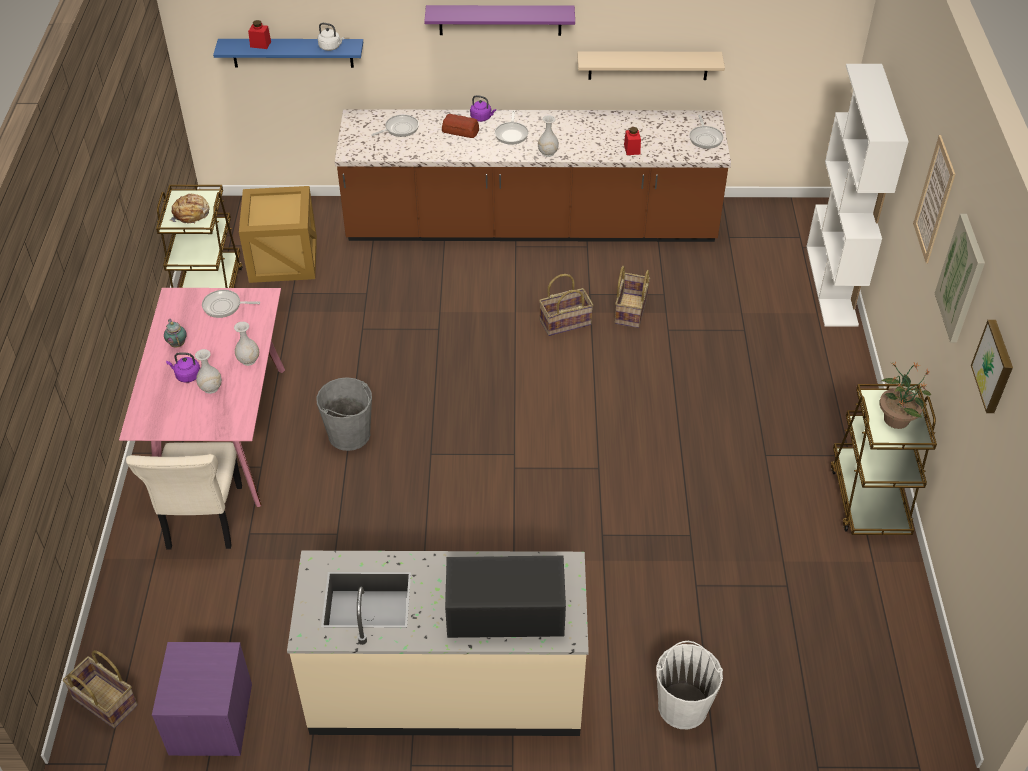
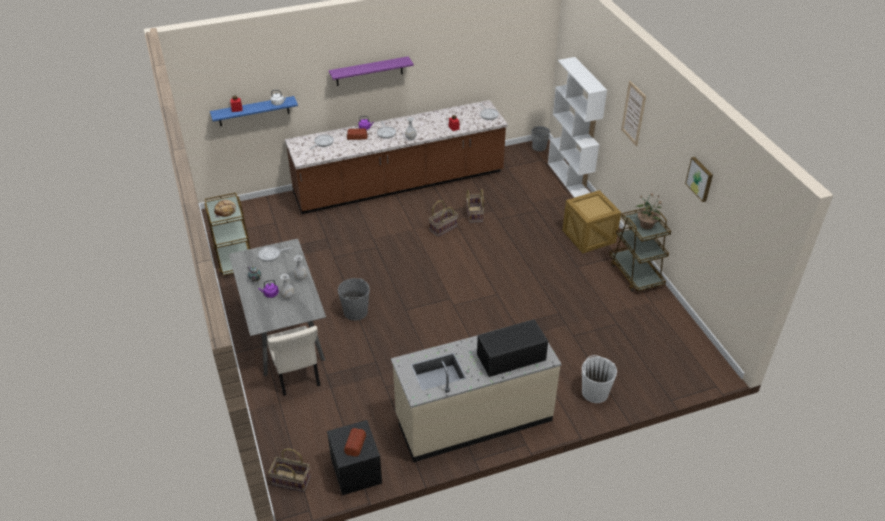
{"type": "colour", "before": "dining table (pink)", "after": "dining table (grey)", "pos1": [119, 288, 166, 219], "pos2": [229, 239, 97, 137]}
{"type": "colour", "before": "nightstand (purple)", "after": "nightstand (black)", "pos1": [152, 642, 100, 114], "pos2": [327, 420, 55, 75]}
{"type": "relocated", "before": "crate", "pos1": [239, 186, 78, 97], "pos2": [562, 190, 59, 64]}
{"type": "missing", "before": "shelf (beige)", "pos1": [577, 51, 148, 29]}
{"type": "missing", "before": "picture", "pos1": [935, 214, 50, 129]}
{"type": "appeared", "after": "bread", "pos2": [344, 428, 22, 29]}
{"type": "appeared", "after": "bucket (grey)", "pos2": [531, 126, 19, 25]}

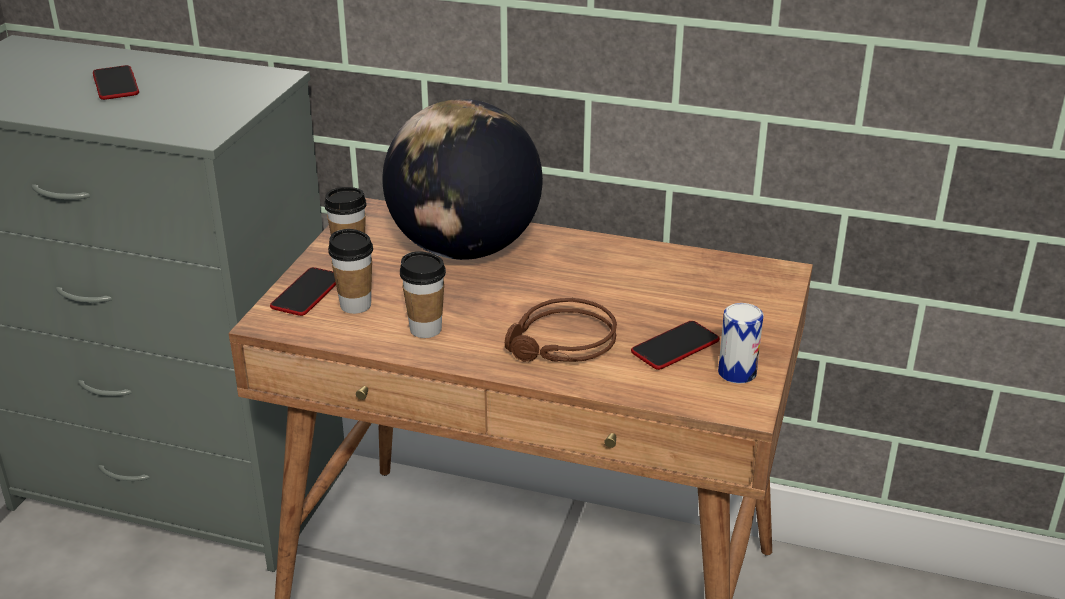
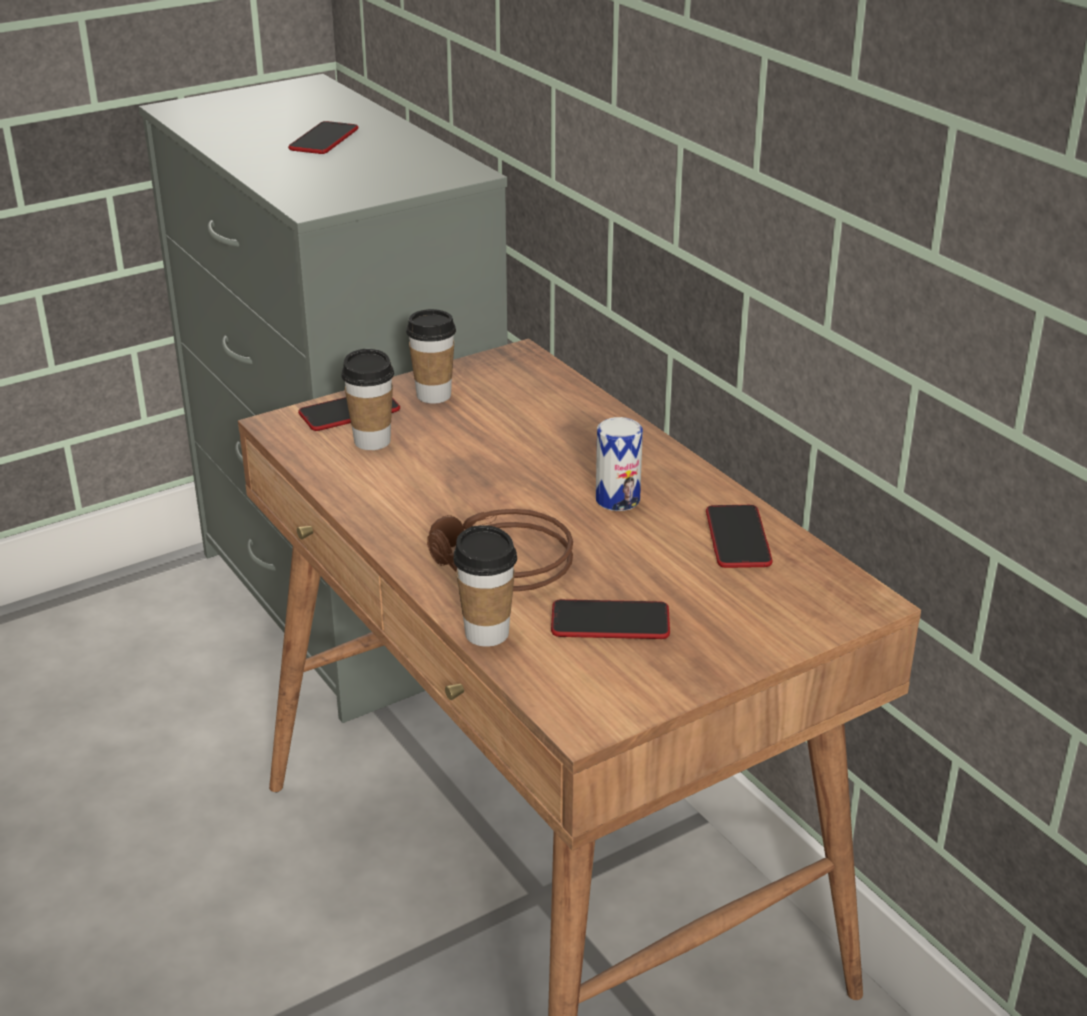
{"type": "missing", "before": "globe", "pos1": [382, 99, 161, 161]}
{"type": "relocated", "before": "cup", "pos1": [400, 251, 46, 87], "pos2": [453, 525, 64, 122]}
{"type": "relocated", "before": "can", "pos1": [718, 303, 46, 81], "pos2": [596, 417, 47, 94]}
{"type": "appeared", "after": "phone", "pos2": [706, 505, 67, 63]}

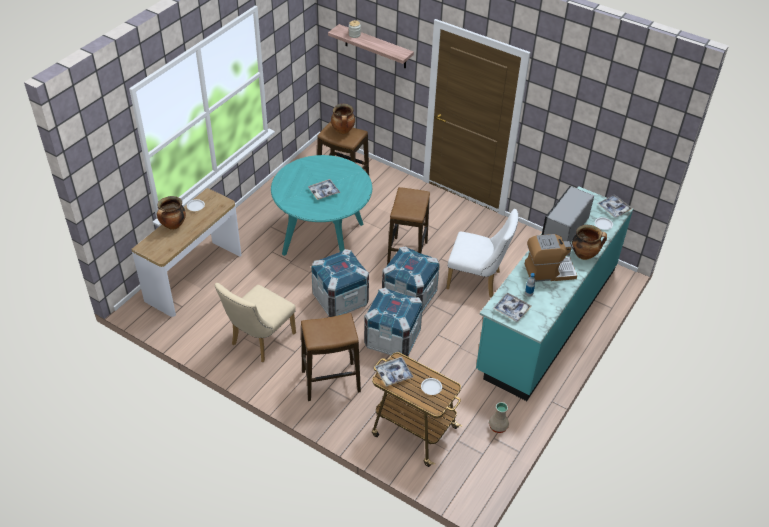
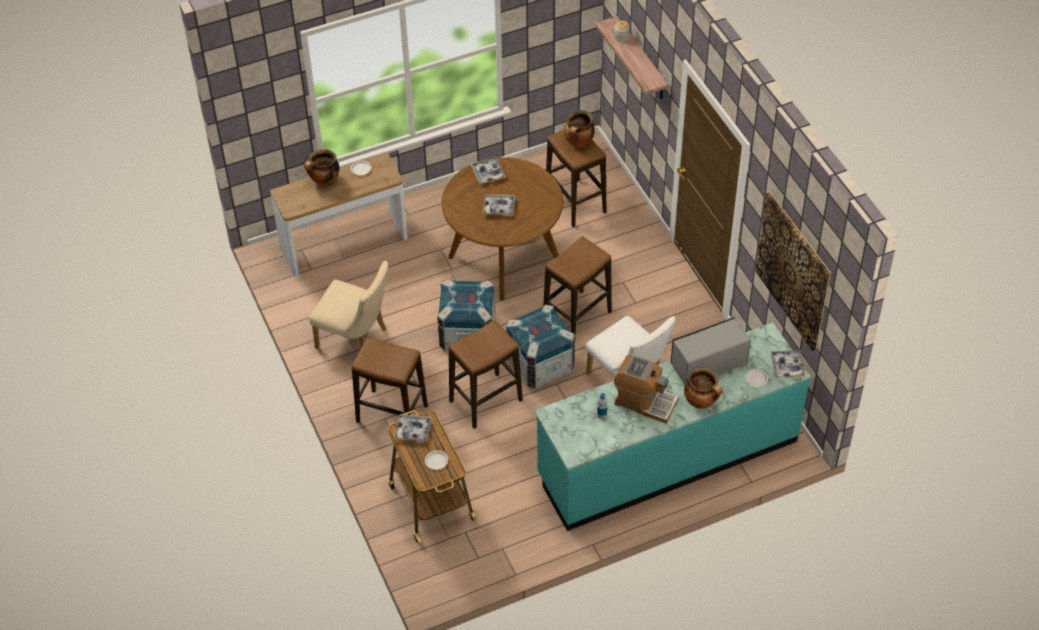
{"type": "spun", "before": "chair (beige)", "pos1": [214, 283, 82, 79], "pos2": [309, 261, 80, 88], "turn": -135}
{"type": "colour", "before": "dining table (turquoise)", "after": "dining table (brown)", "pos1": [271, 155, 101, 101], "pos2": [441, 157, 122, 144]}
{"type": "exchanged", "before": "crate", "after": "stool", "pos1": [364, 287, 59, 70], "pos2": [449, 320, 74, 109]}
{"type": "missing", "before": "vase (beige)", "pos1": [489, 402, 20, 31]}
{"type": "relocated", "before": "tray", "pos1": [493, 293, 39, 29], "pos2": [471, 157, 35, 27]}
{"type": "appeared", "after": "picture", "pos2": [755, 192, 76, 159]}

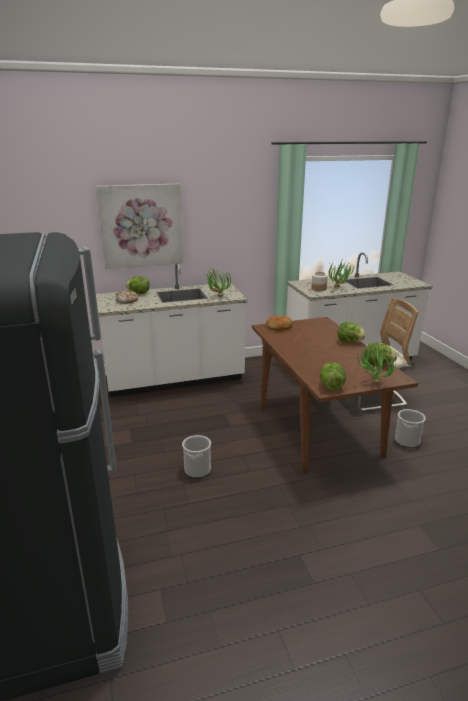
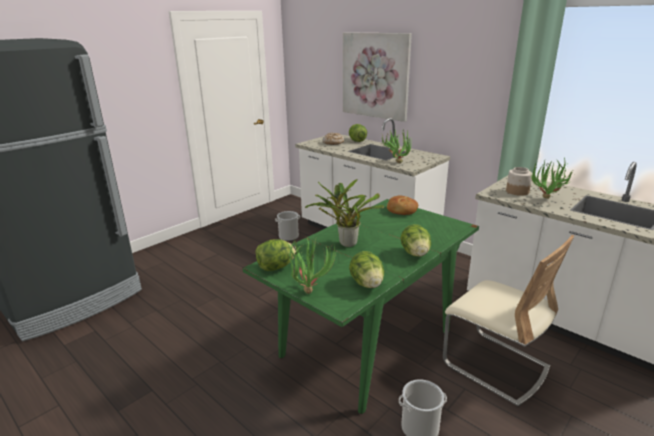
{"type": "relocated", "before": "bucket", "pos1": [182, 435, 29, 43], "pos2": [275, 211, 25, 30]}
{"type": "colour", "before": "dining table (brown)", "after": "dining table (green)", "pos1": [252, 317, 166, 156], "pos2": [243, 199, 236, 215]}
{"type": "appeared", "after": "potted plant", "pos2": [305, 179, 79, 68]}

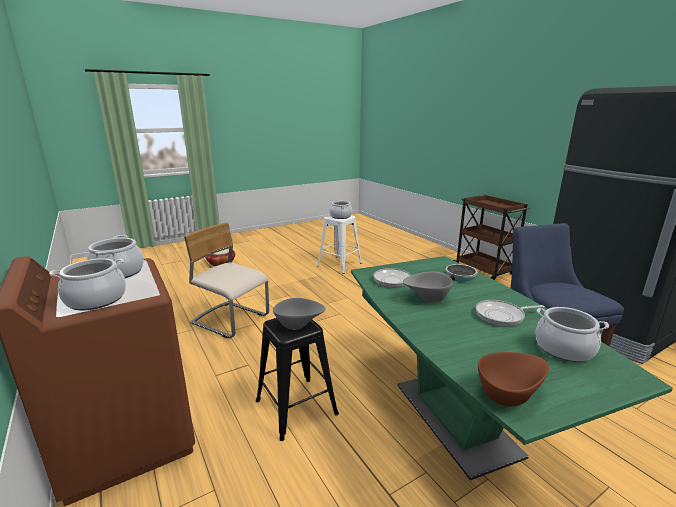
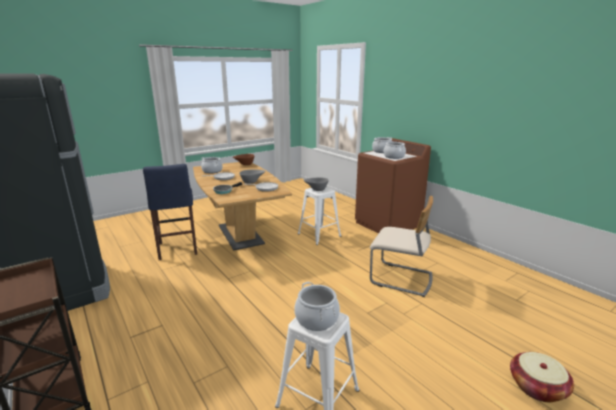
{"type": "colour", "before": "stool (black)", "after": "stool (white)", "pos1": [256, 318, 83, 123], "pos2": [298, 187, 44, 58]}
{"type": "colour", "before": "dining table (green)", "after": "dining table (brown)", "pos1": [351, 256, 322, 224], "pos2": [193, 162, 99, 88]}

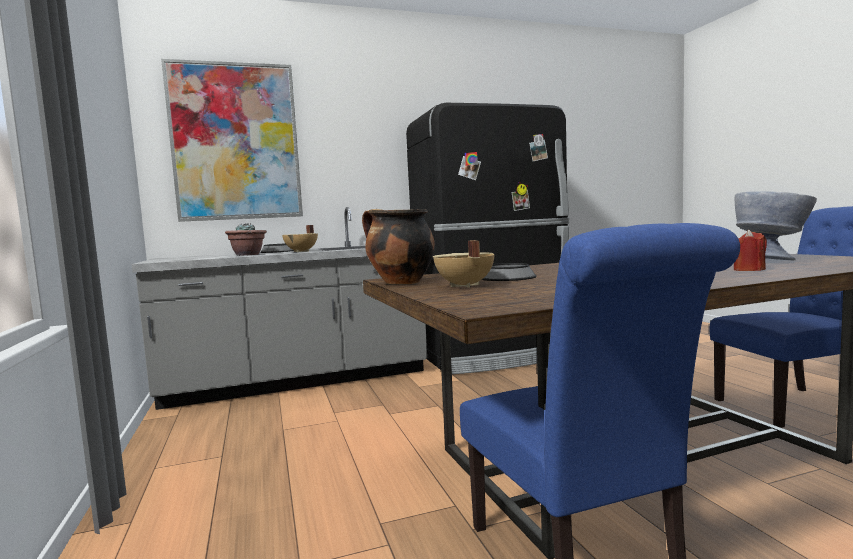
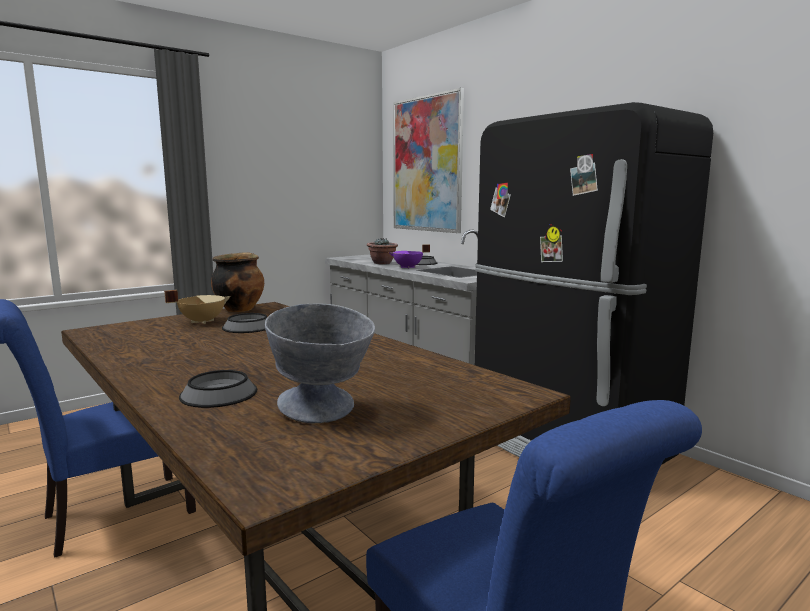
{"type": "colour", "before": "cooking pot (beige)", "after": "cooking pot (purple)", "pos1": [282, 225, 36, 27], "pos2": [389, 244, 41, 25]}
{"type": "exchanged", "before": "candle (red)", "after": "bowl", "pos1": [734, 230, 33, 41], "pos2": [179, 370, 78, 38]}

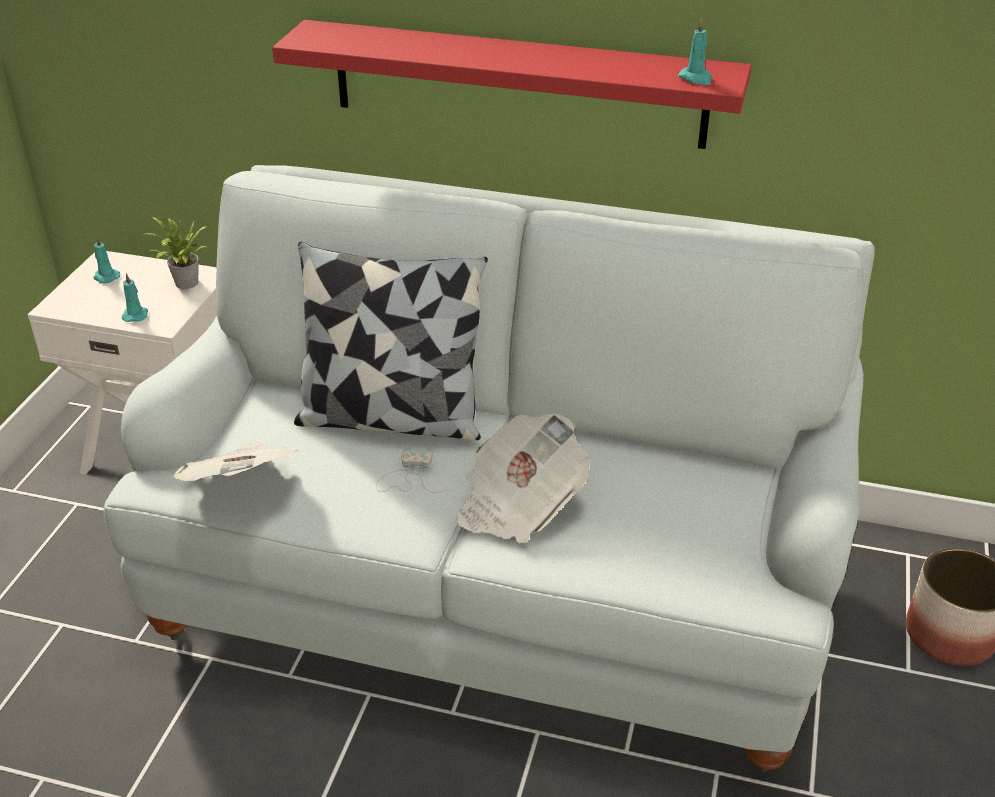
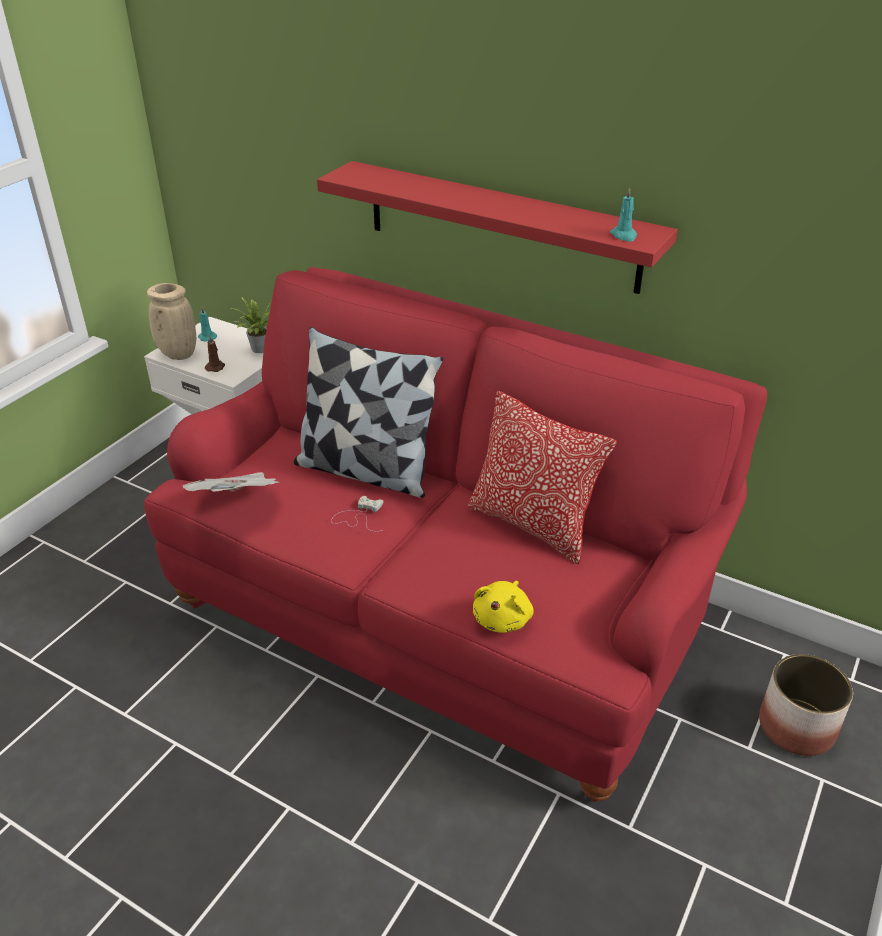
{"type": "colour", "before": "sofa (white)", "after": "sofa (red)", "pos1": [103, 165, 772, 607], "pos2": [144, 267, 623, 535]}
{"type": "colour", "before": "candle (turquoise)", "after": "candle (brown)", "pos1": [121, 273, 27, 49], "pos2": [205, 336, 20, 36]}
{"type": "missing", "before": "newspaper", "pos1": [456, 414, 133, 129]}
{"type": "appeared", "after": "vase (beige)", "pos2": [147, 283, 49, 77]}
{"type": "appeared", "after": "pillow", "pos2": [467, 391, 150, 173]}
{"type": "appeared", "after": "plush toy (yellow)", "pos2": [473, 581, 61, 52]}

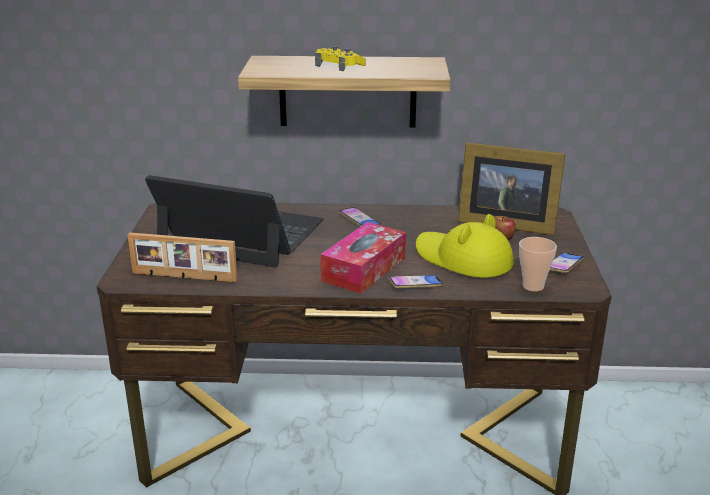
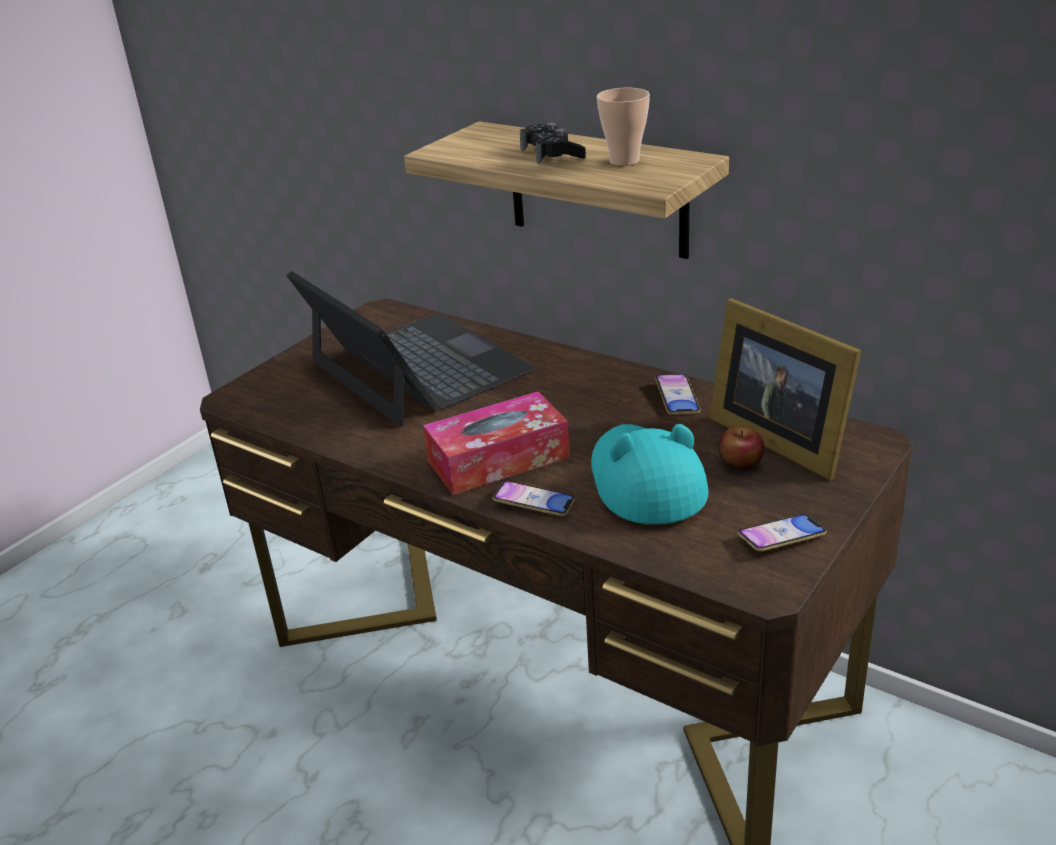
{"type": "missing", "before": "picture frame", "pos1": [128, 232, 110, 50]}
{"type": "colour", "before": "game controller (yellow)", "after": "game controller (black)", "pos1": [315, 46, 51, 25], "pos2": [520, 122, 66, 42]}
{"type": "relocated", "before": "phone", "pos1": [339, 207, 42, 20], "pos2": [655, 373, 45, 42]}
{"type": "colour", "before": "hat (yellow)", "after": "hat (turquoise)", "pos1": [416, 214, 98, 64], "pos2": [591, 424, 118, 100]}
{"type": "relocated", "before": "cup", "pos1": [519, 237, 38, 54], "pos2": [597, 88, 53, 78]}

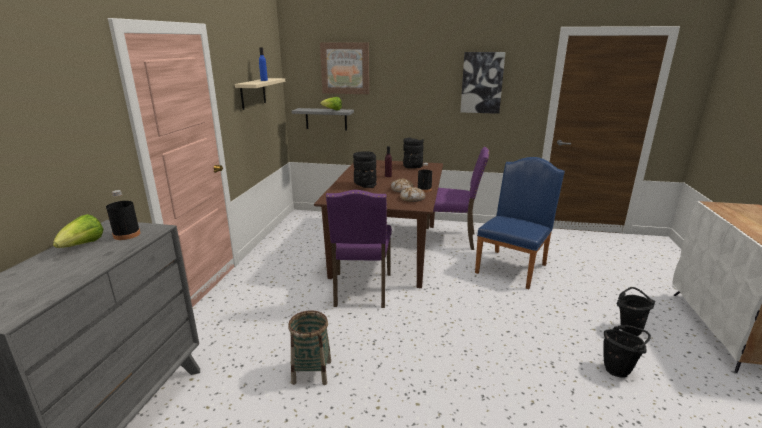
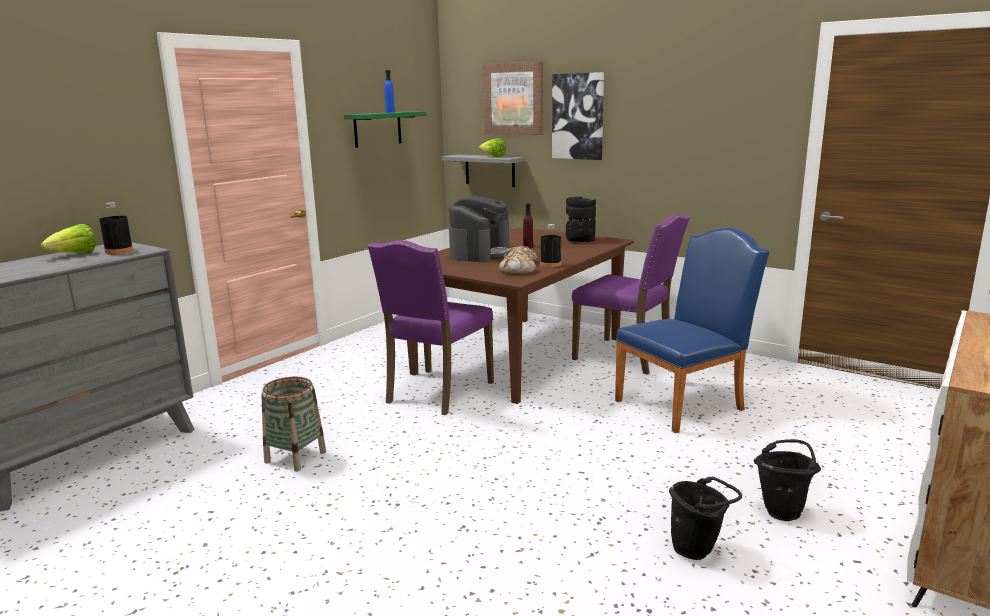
{"type": "colour", "before": "shelf (beige)", "after": "shelf (green)", "pos1": [235, 78, 50, 32], "pos2": [344, 111, 83, 37]}
{"type": "exchanged", "before": "vase (black)", "after": "coffee machine", "pos1": [353, 151, 23, 37], "pos2": [449, 196, 62, 66]}
{"type": "relocated", "before": "picture", "pos1": [460, 52, 45, 62], "pos2": [552, 72, 52, 88]}

